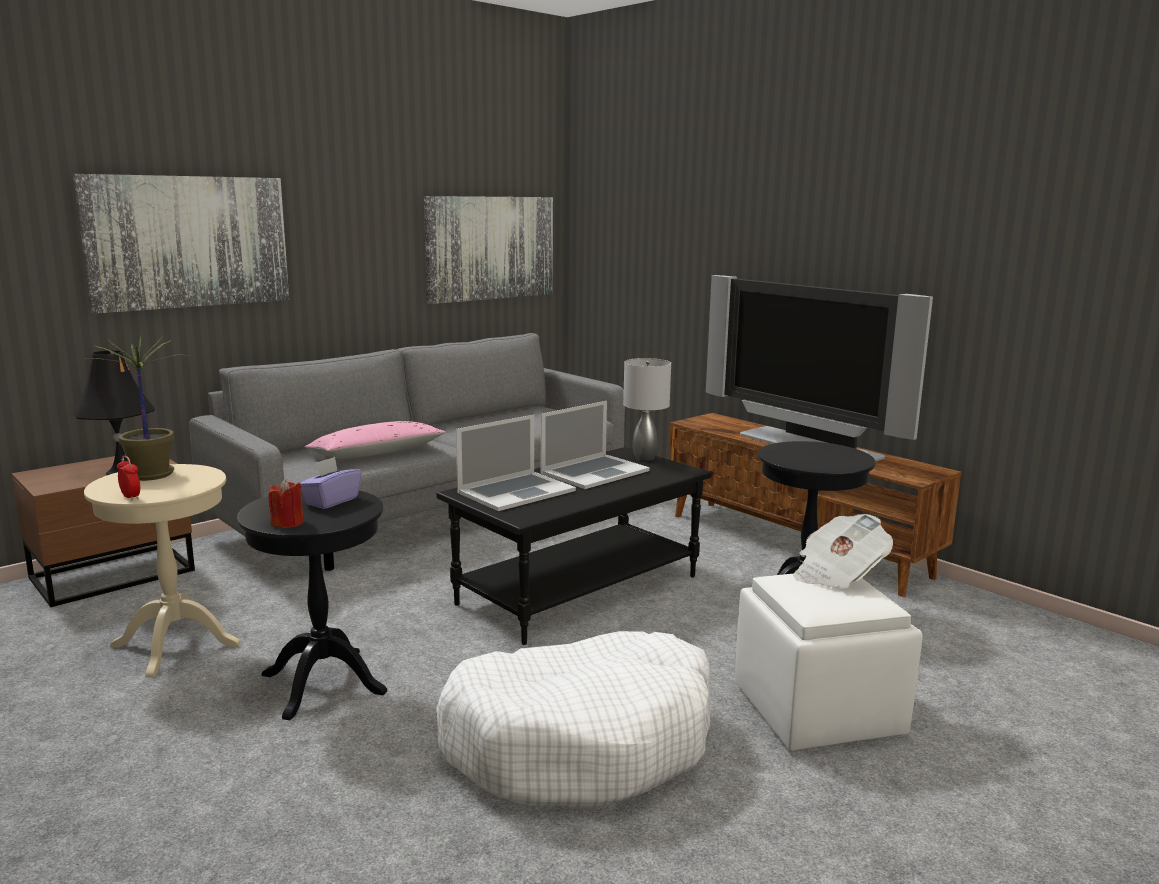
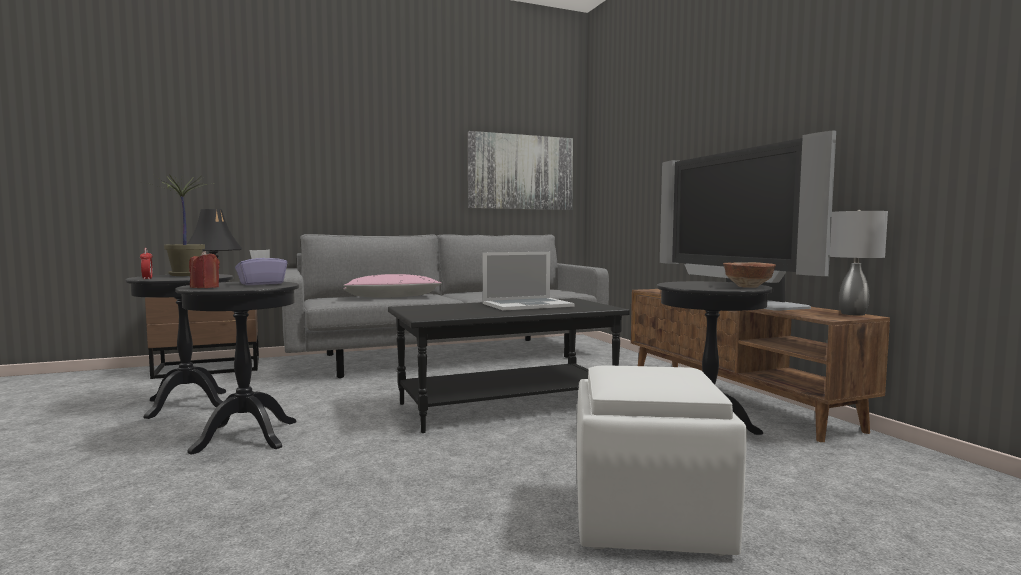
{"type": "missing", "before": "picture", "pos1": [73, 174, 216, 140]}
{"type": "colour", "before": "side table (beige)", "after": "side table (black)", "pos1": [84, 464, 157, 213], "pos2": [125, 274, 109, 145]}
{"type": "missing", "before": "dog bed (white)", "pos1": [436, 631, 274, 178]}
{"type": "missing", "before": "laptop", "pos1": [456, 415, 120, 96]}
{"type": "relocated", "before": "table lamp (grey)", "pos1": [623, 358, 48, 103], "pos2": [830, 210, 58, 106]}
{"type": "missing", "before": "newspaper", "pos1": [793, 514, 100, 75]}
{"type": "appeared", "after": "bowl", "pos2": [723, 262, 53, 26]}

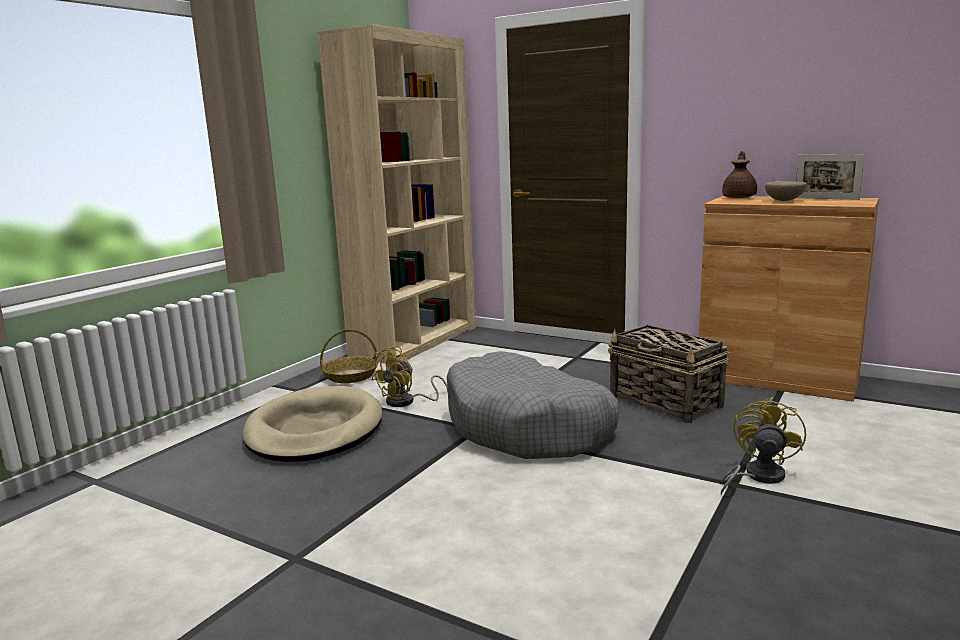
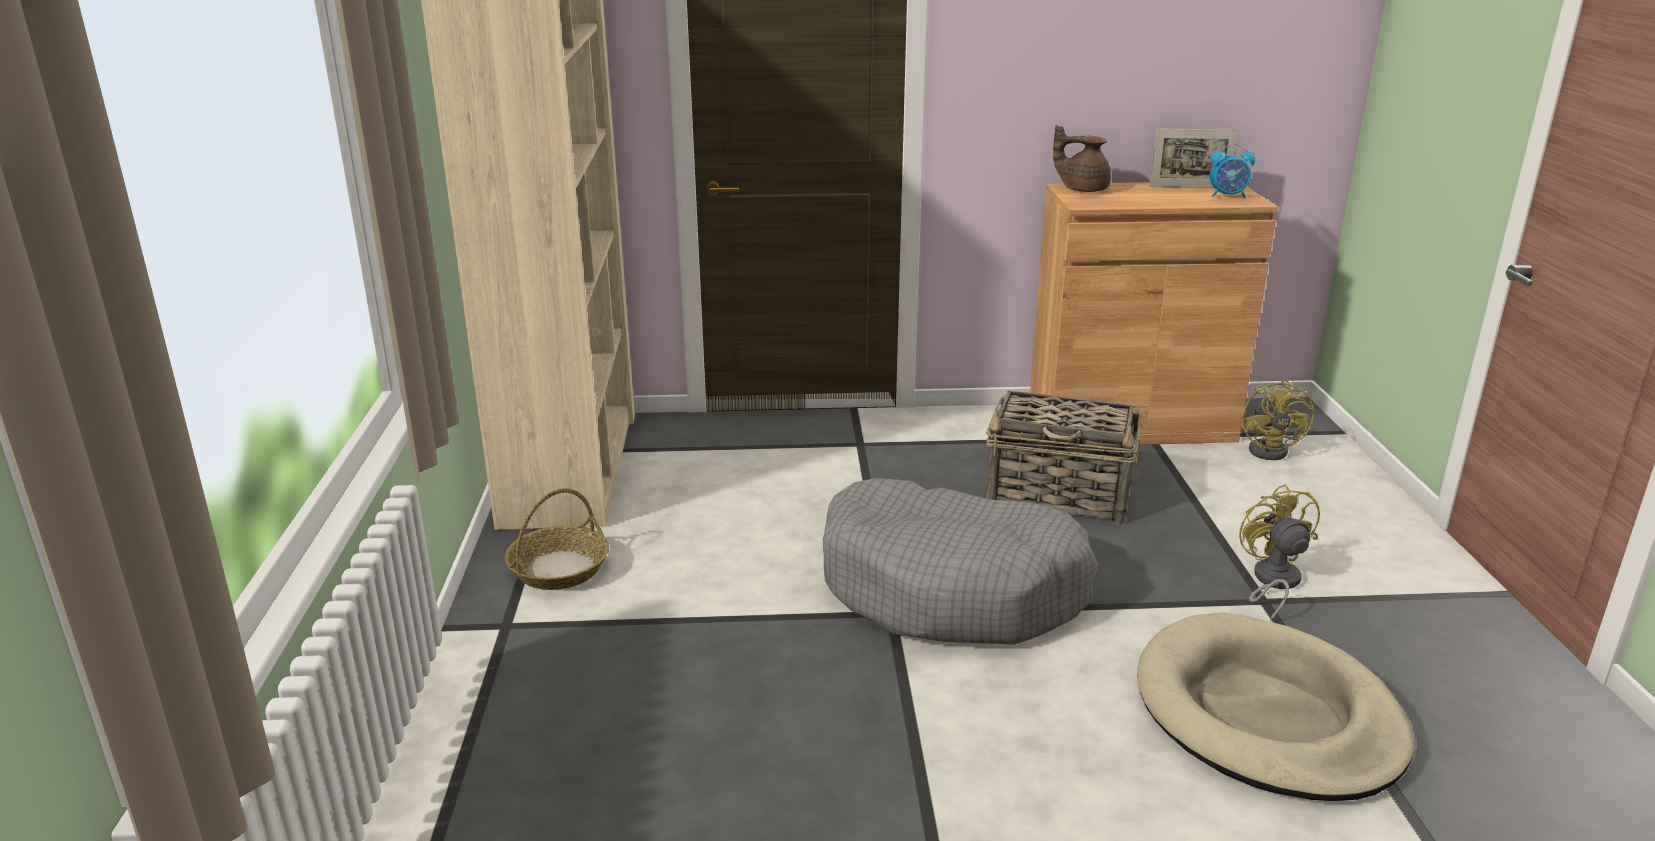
{"type": "relocated", "before": "dog bed (beige)", "pos1": [243, 386, 139, 76], "pos2": [1137, 612, 277, 189]}
{"type": "relocated", "before": "fan (yellow)", "pos1": [372, 346, 76, 61], "pos2": [1241, 380, 73, 80]}
{"type": "spun", "before": "teapot (brown)", "pos1": [722, 151, 35, 47], "pos2": [1053, 125, 58, 67], "turn": -60}
{"type": "missing", "before": "bowl (beige)", "pos1": [765, 181, 43, 20]}
{"type": "appeared", "after": "alarm clock", "pos2": [1210, 144, 45, 54]}

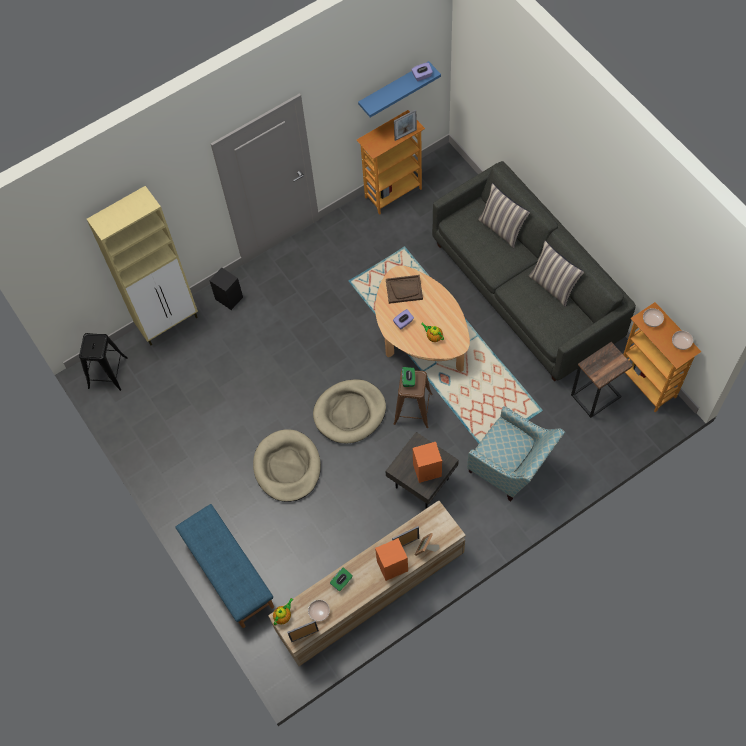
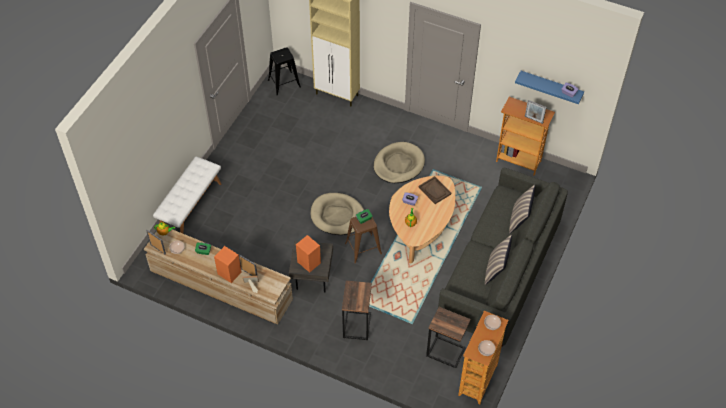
{"type": "colour", "before": "bench (blue)", "after": "bench (white)", "pos1": [175, 504, 99, 124], "pos2": [153, 156, 68, 77]}
{"type": "missing", "before": "speaker (black)", "pos1": [209, 268, 34, 42]}
{"type": "relocated", "before": "dog bed (beige)", "pos1": [253, 430, 68, 72], "pos2": [374, 142, 51, 41]}
{"type": "exchanged", "before": "armchair", "after": "side table", "pos1": [467, 406, 99, 95], "pos2": [342, 281, 30, 59]}

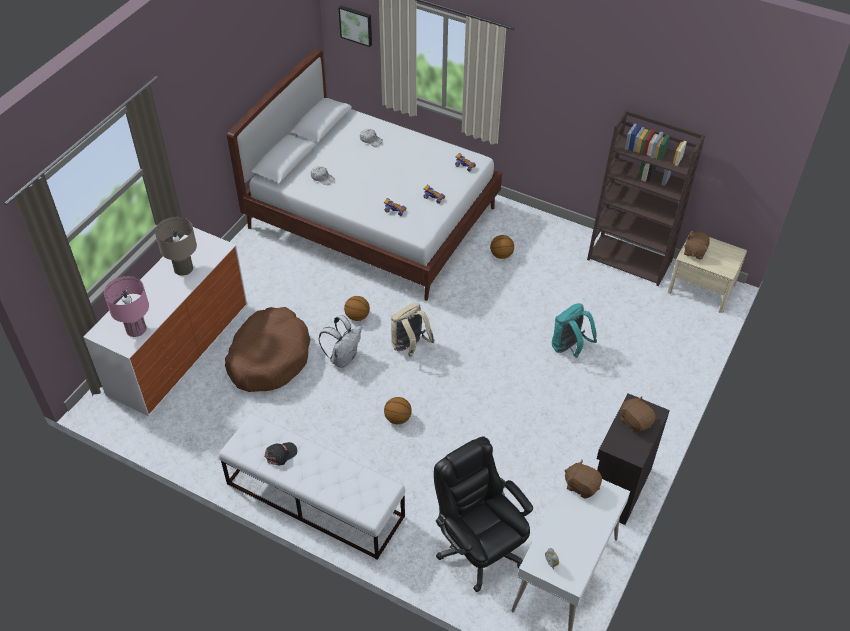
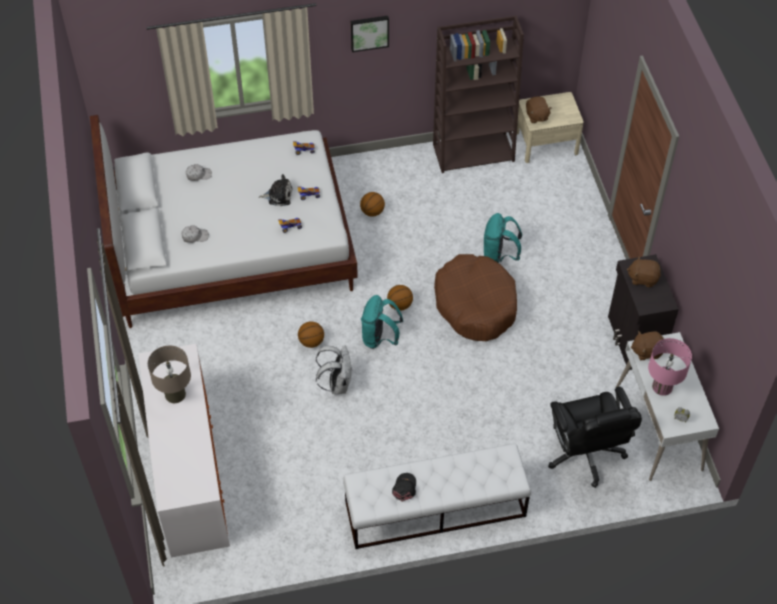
{"type": "relocated", "before": "table lamp (pink)", "pos1": [104, 276, 45, 61], "pos2": [648, 338, 44, 58]}
{"type": "relocated", "before": "dog bed (brown)", "pos1": [225, 307, 85, 85], "pos2": [434, 254, 83, 87]}
{"type": "relocated", "before": "picture", "pos1": [338, 6, 34, 41], "pos2": [351, 16, 38, 36]}
{"type": "relocated", "before": "basketball", "pos1": [384, 397, 28, 27], "pos2": [387, 285, 26, 26]}
{"type": "colour", "before": "backpack (beige)", "after": "backpack (turquoise)", "pos1": [391, 303, 44, 54], "pos2": [361, 295, 42, 54]}
{"type": "spun", "before": "office chair (black)", "pos1": [434, 436, 99, 156], "pos2": [548, 387, 94, 101], "turn": -120}
{"type": "appeared", "after": "plush toy", "pos2": [259, 174, 34, 32]}

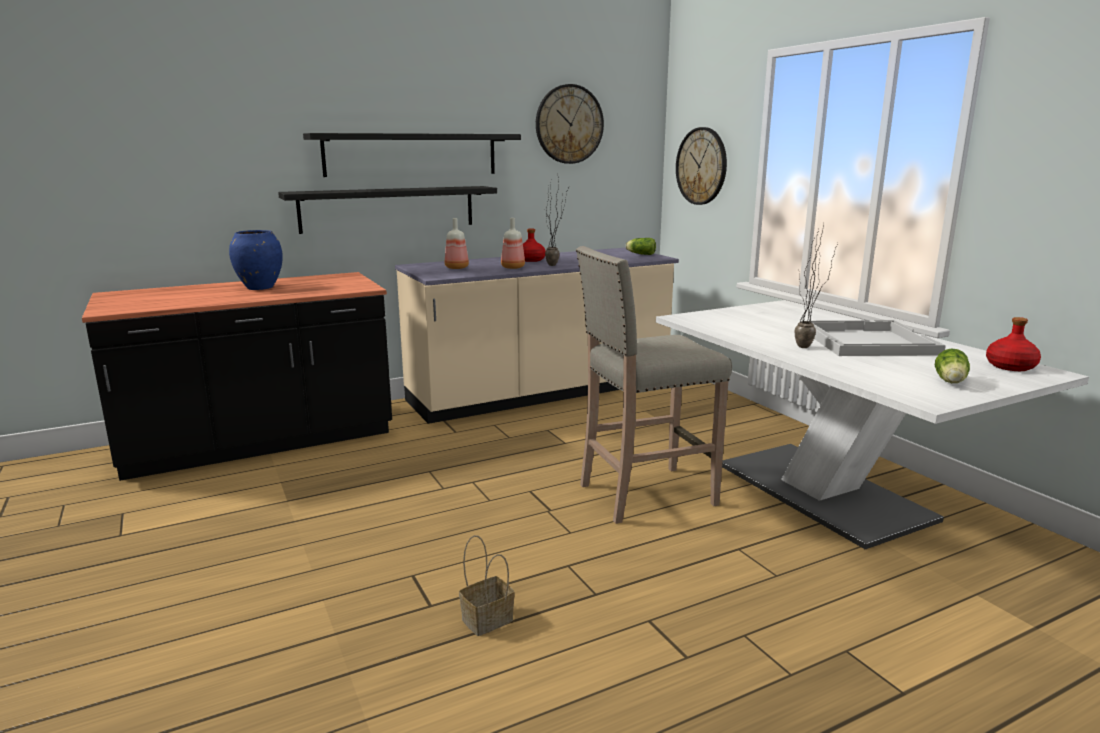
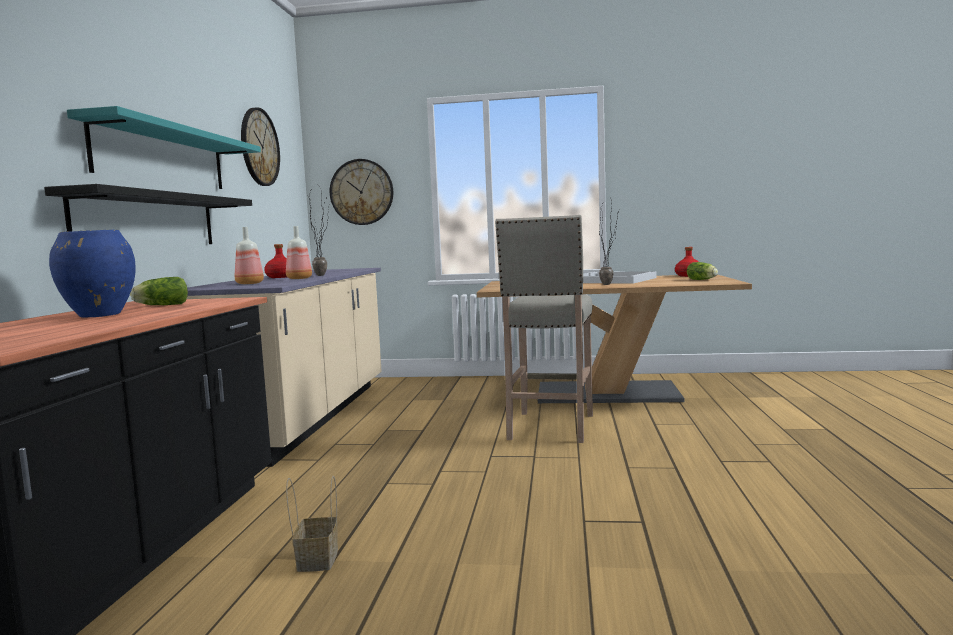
{"type": "colour", "before": "shelf (black)", "after": "shelf (turquoise)", "pos1": [303, 133, 218, 44], "pos2": [67, 106, 194, 83]}
{"type": "relocated", "before": "basket", "pos1": [459, 535, 56, 101], "pos2": [286, 476, 52, 96]}
{"type": "relocated", "before": "lettuce", "pos1": [626, 238, 30, 17], "pos2": [130, 277, 58, 28]}
{"type": "colour", "before": "dining table (white)", "after": "dining table (brown)", "pos1": [656, 300, 433, 249], "pos2": [476, 274, 276, 129]}

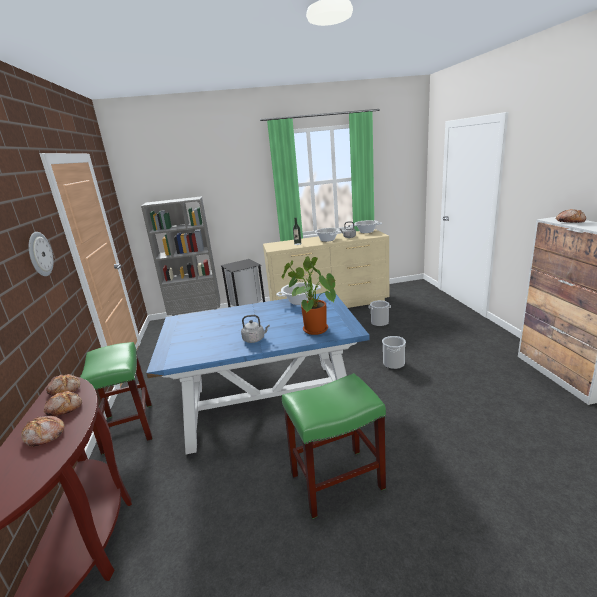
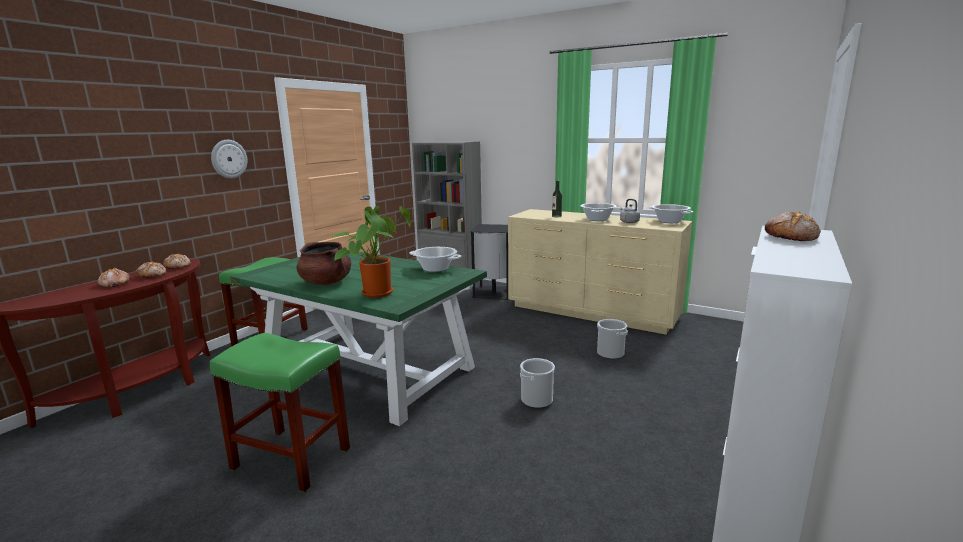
{"type": "colour", "before": "dining table (blue)", "after": "dining table (green)", "pos1": [146, 292, 224, 163], "pos2": [230, 250, 257, 176]}
{"type": "exchanged", "before": "kettle (grey)", "after": "cooking pot (brown)", "pos1": [241, 315, 29, 28], "pos2": [297, 242, 54, 43]}

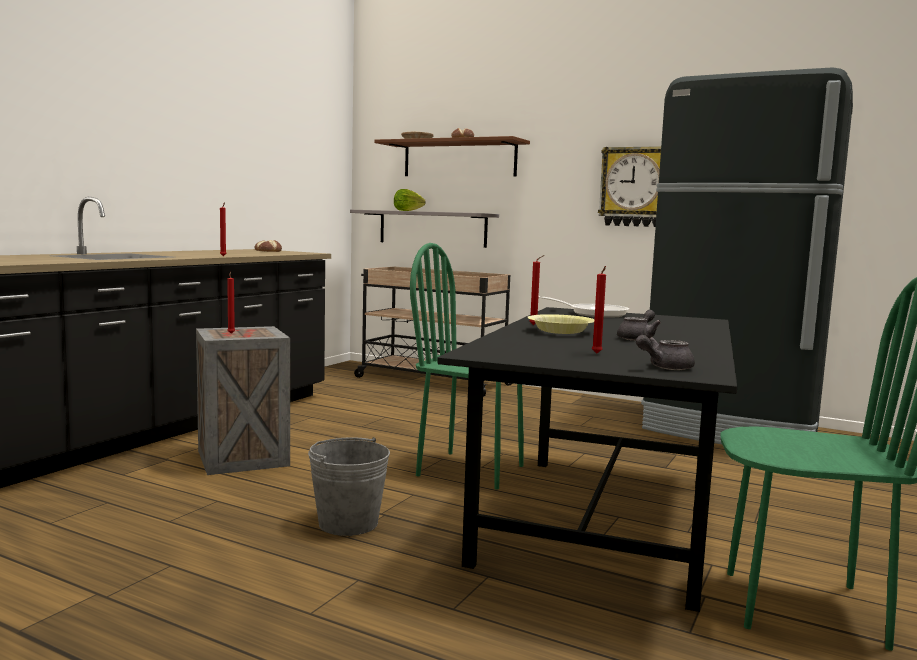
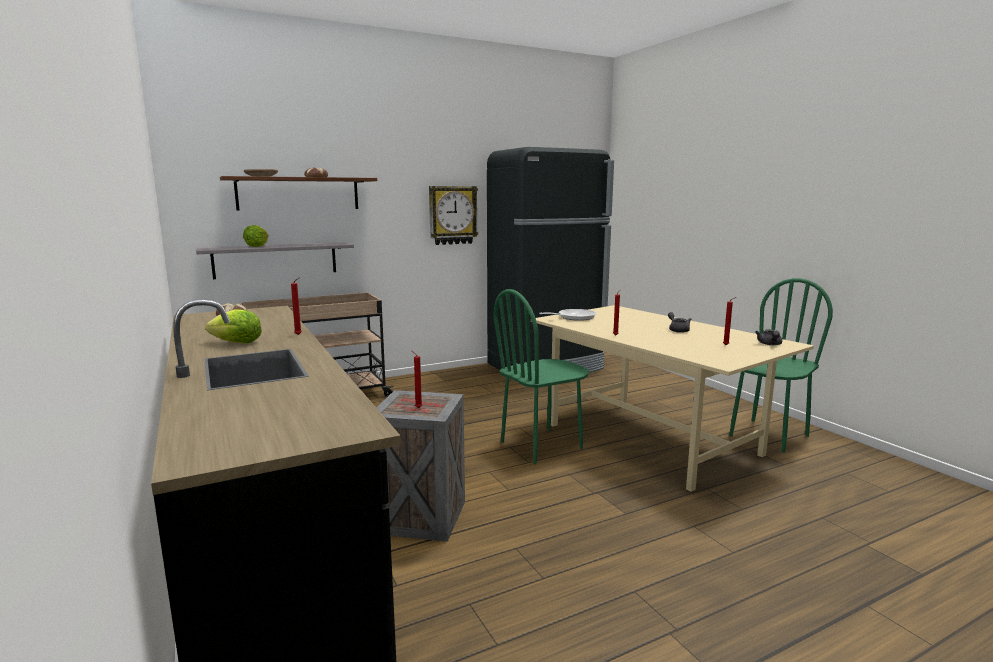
{"type": "missing", "before": "bucket (grey)", "pos1": [308, 437, 82, 99]}
{"type": "colour", "before": "dining table (black)", "after": "dining table (beige)", "pos1": [437, 307, 300, 305], "pos2": [531, 305, 283, 187]}
{"type": "missing", "before": "bowl (yellow)", "pos1": [527, 314, 67, 20]}
{"type": "appeared", "after": "lettuce", "pos2": [205, 309, 57, 34]}

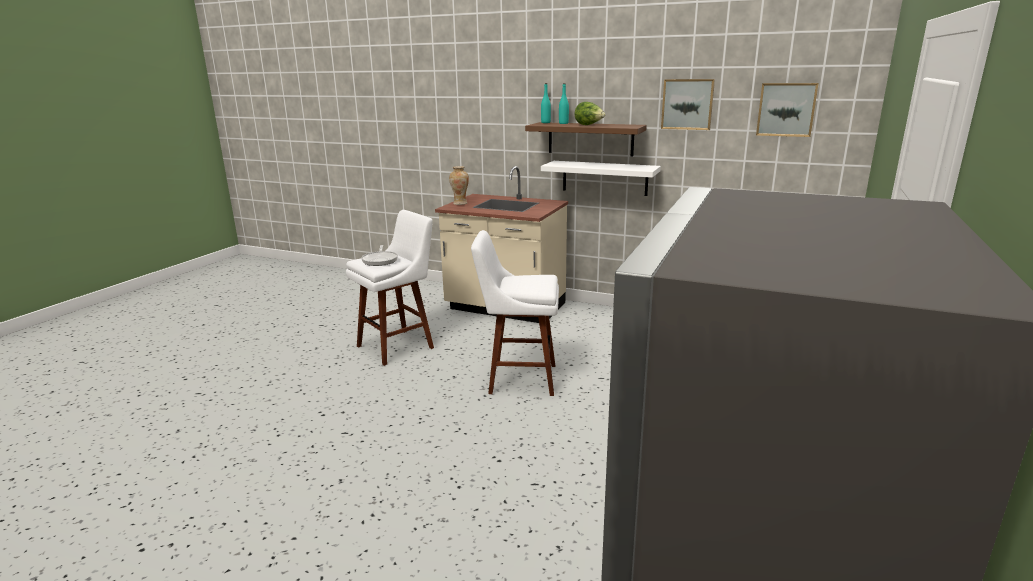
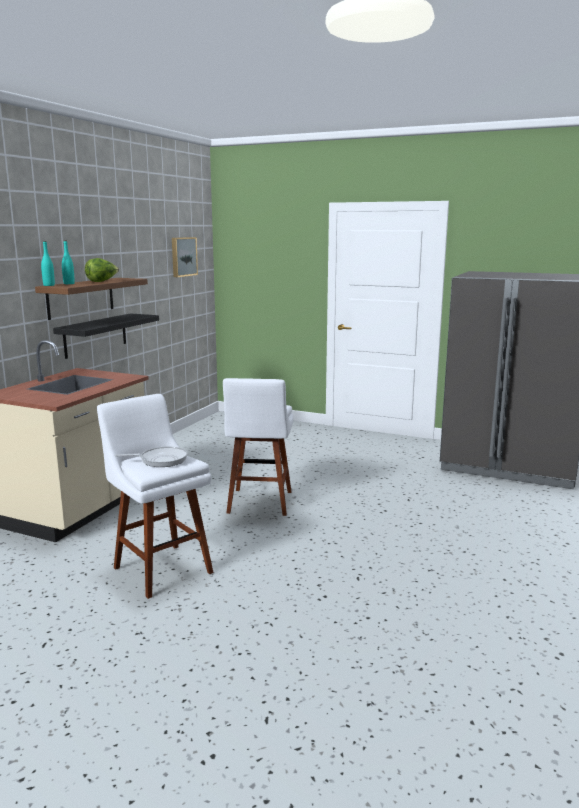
{"type": "missing", "before": "vase", "pos1": [449, 166, 20, 39]}
{"type": "colour", "before": "shelf (white)", "after": "shelf (black)", "pos1": [541, 161, 120, 35], "pos2": [53, 313, 106, 46]}
{"type": "missing", "before": "picture", "pos1": [661, 79, 54, 51]}

